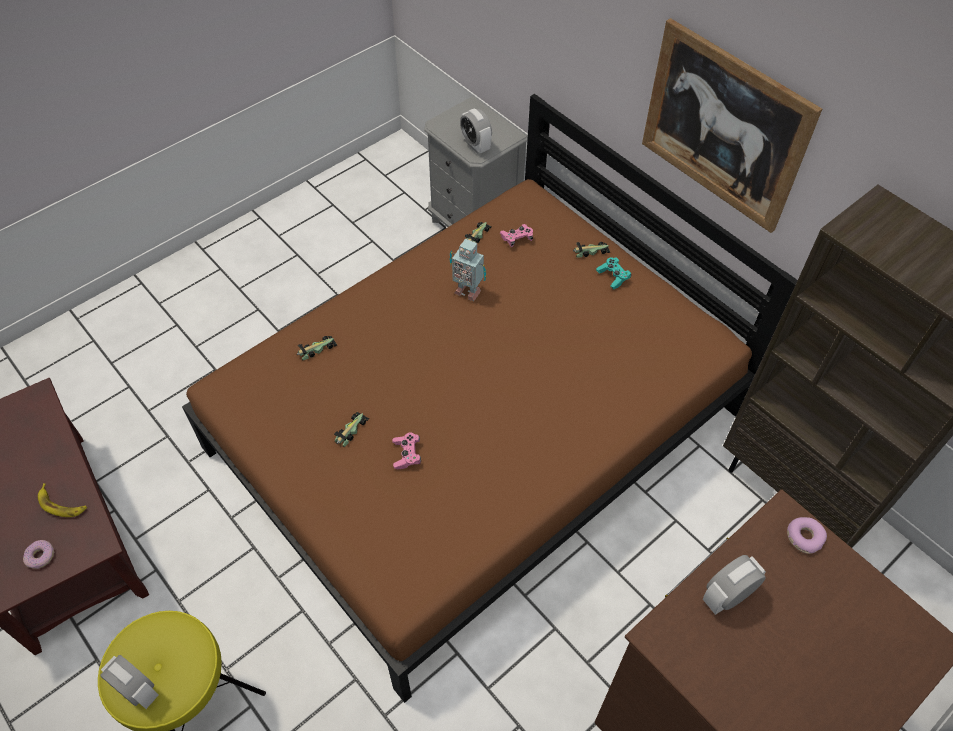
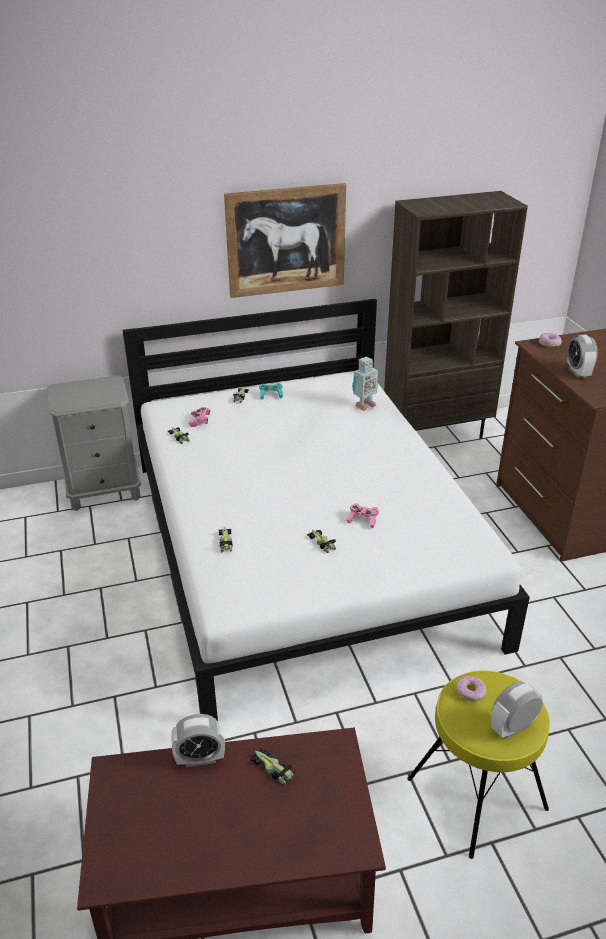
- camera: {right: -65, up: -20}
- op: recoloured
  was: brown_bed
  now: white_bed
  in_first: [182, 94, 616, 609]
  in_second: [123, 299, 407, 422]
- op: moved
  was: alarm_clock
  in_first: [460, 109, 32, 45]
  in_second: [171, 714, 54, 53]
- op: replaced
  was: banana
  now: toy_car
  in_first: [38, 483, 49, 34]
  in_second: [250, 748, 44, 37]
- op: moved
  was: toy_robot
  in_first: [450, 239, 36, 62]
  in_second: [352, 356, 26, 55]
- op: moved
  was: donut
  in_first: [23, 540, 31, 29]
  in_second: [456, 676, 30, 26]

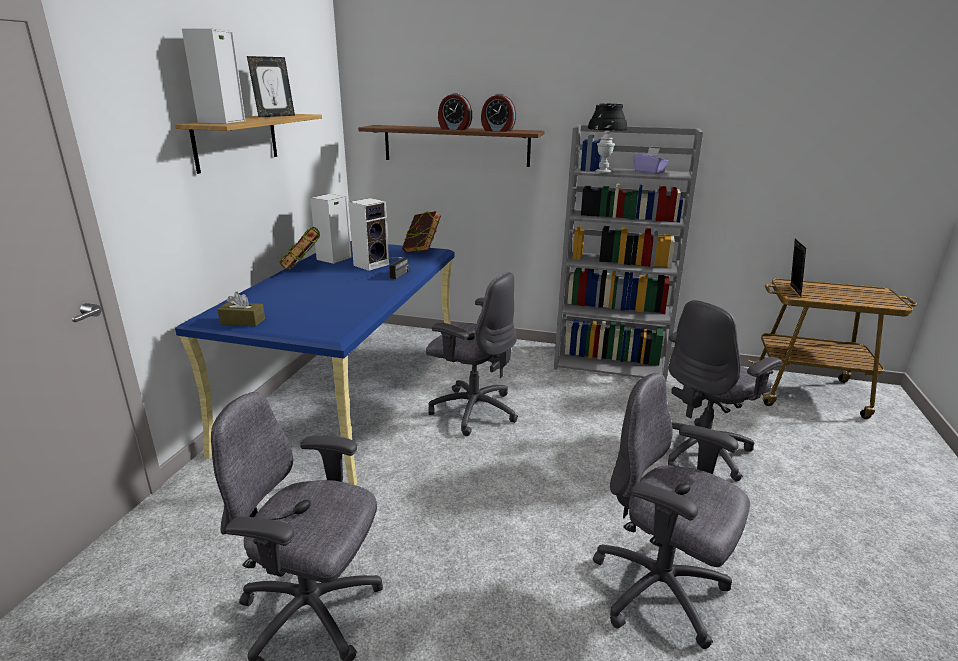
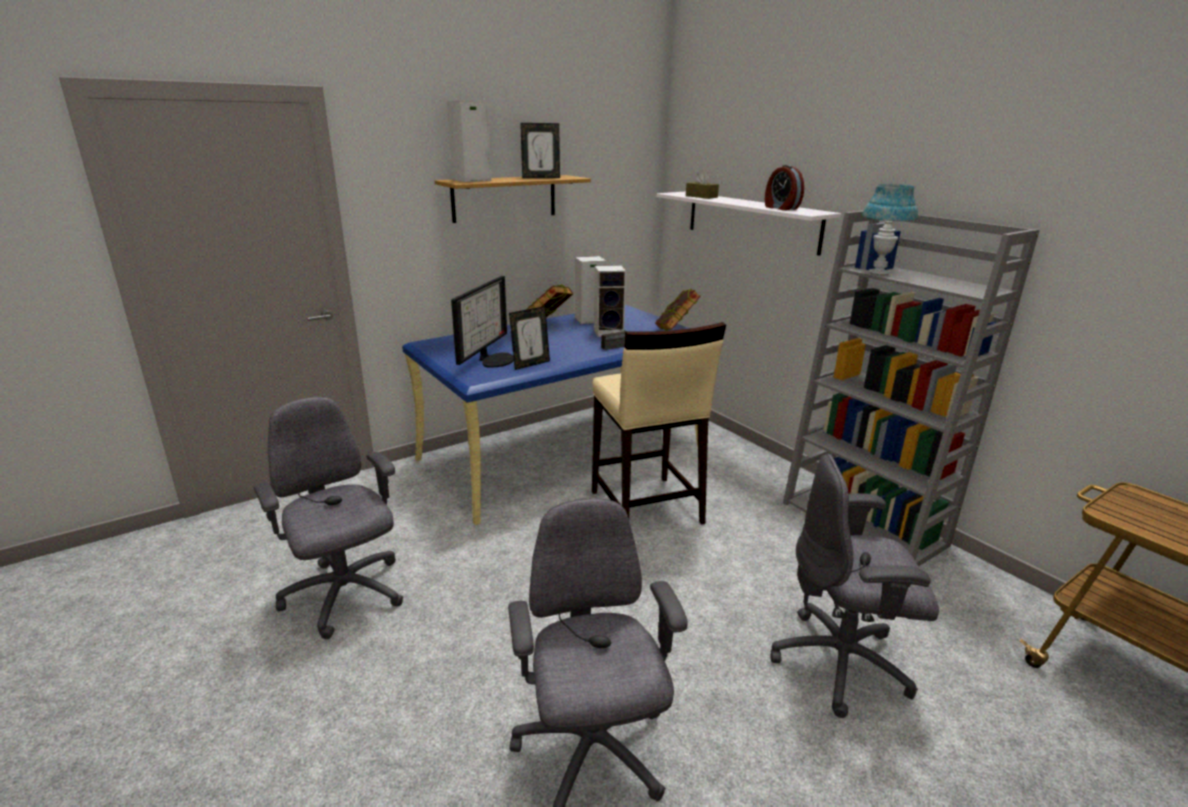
- camera: {right: 40, up: 0}
- op: added
  now: monitor
  in_second: [451, 276, 63, 92]
- op: moved
  was: picture_frame
  in_first: [791, 239, 15, 58]
  in_second: [509, 306, 41, 64]
- op: replaced
  was: grey_office_chair
  now: beige_stool
  in_first: [426, 272, 92, 164]
  in_second: [592, 322, 134, 203]
- op: recoloured
  was: brown_shelf
  now: white_shelf
  in_first: [358, 125, 187, 42]
  in_second: [657, 192, 184, 64]
- op: moved
  was: brown_tissue_box
  in_first: [217, 292, 48, 35]
  in_second: [686, 170, 33, 29]
- op: recoloured
  was: black_table_lamp
  now: blue_table_lamp
  in_first: [588, 104, 39, 69]
  in_second: [862, 184, 56, 91]
- op: removed
  was: alarm_clock
  in_first: [438, 93, 34, 37]
- op: removed
  was: purple_tissue_box
  in_first: [633, 147, 36, 27]

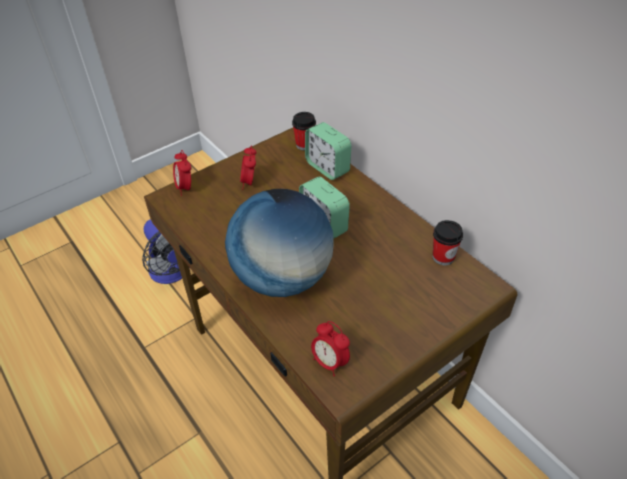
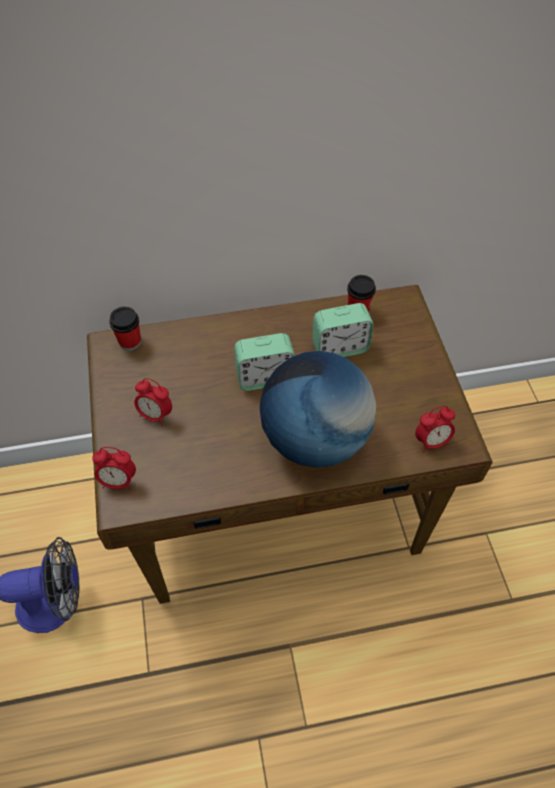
- camera: {right: -65, up: 10}
- op: moved
  was: alarm_clock
  in_first: [305, 122, 46, 58]
  in_second: [312, 303, 62, 54]

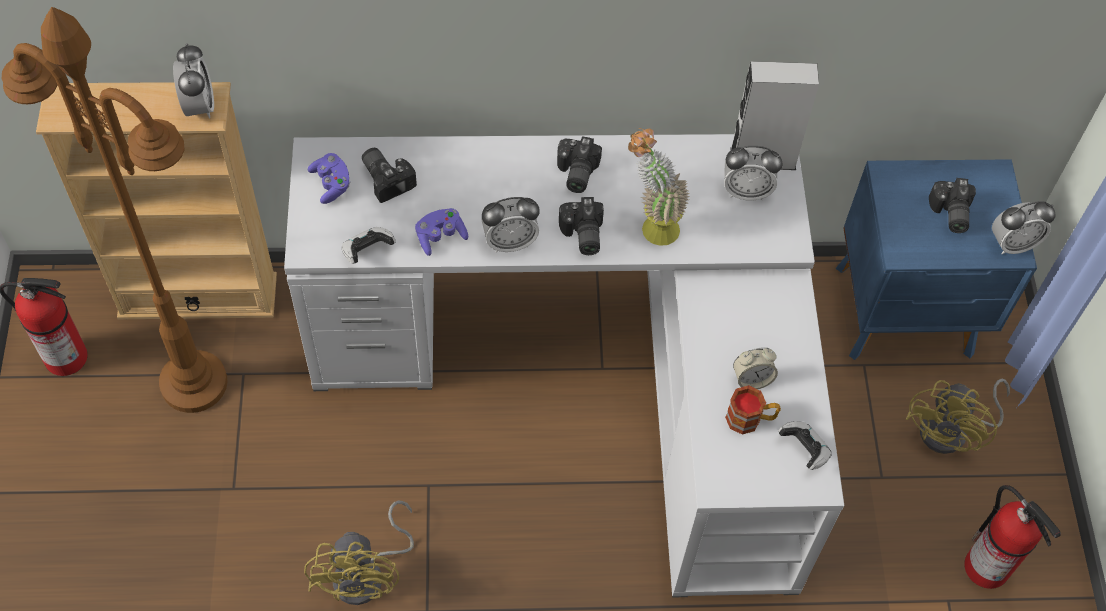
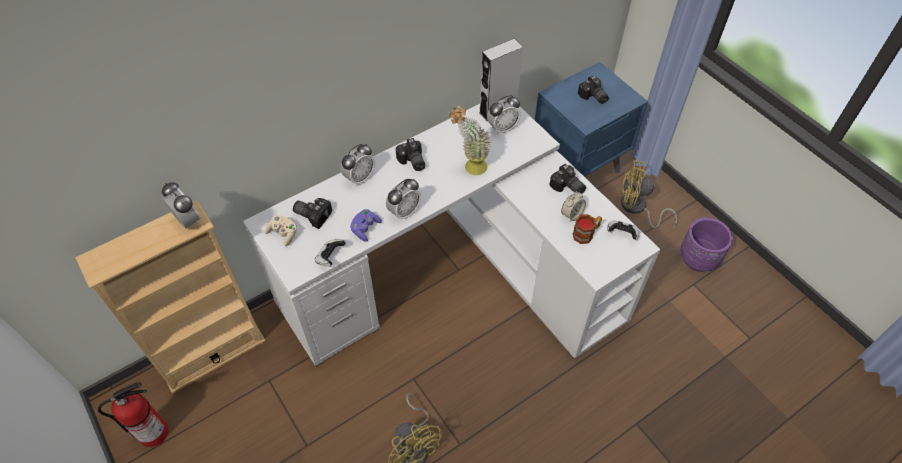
- camera: {right: -30, up: -5}
- op: recoloured
  was: purple_game_controller
  now: beige_game_controller
  in_first: [308, 153, 42, 51]
  in_second: [265, 215, 32, 31]
- op: moved
  was: alarm_clock
  in_first: [992, 201, 64, 53]
  in_second: [340, 144, 35, 42]
- op: moved
  was: photo_camera
  in_first: [559, 197, 45, 58]
  in_second: [549, 164, 37, 30]
- op: turned
  was: yellow_fan
  in_first: [906, 379, 104, 75]
  in_second: [621, 160, 57, 68]
  clockwise: 105
- op: replaced
  was: fire_extinguisher
  now: purple_planter
  in_first: [964, 485, 97, 104]
  in_second: [680, 218, 53, 54]
- op: removed
  was: brown_floor_lamp
  in_first: [2, 7, 226, 406]

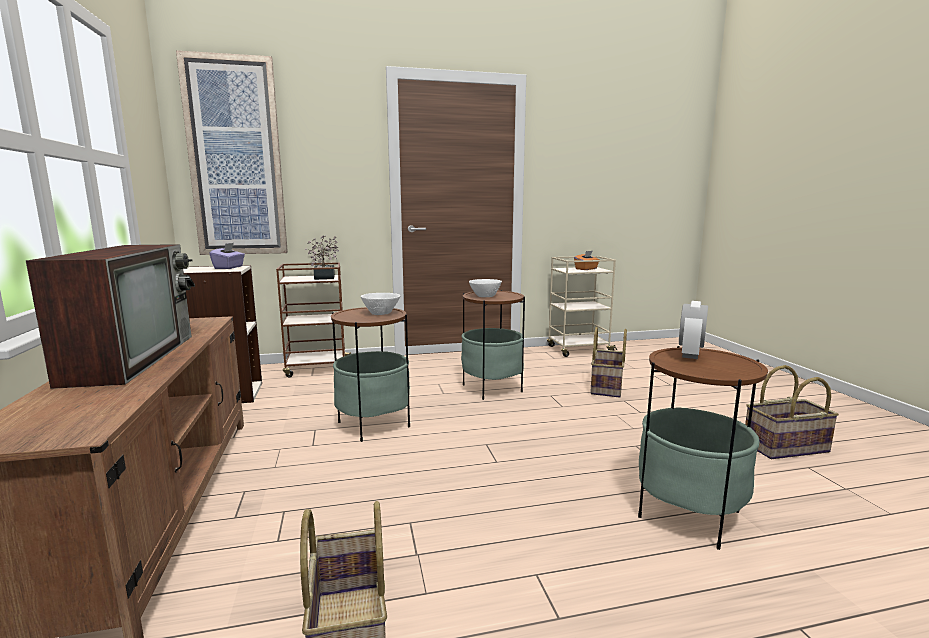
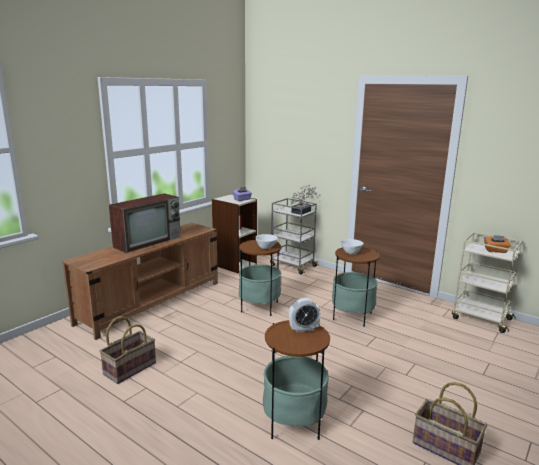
- camera: {right: 50, up: 5}
- op: recoloured
  was: brown_cart
  now: grey_cart
  in_first: [276, 262, 75, 116]
  in_second: [270, 198, 49, 76]
- op: removed
  was: picture
  in_first: [176, 50, 112, 205]
- op: removed
  was: basket
  in_first: [590, 327, 37, 70]

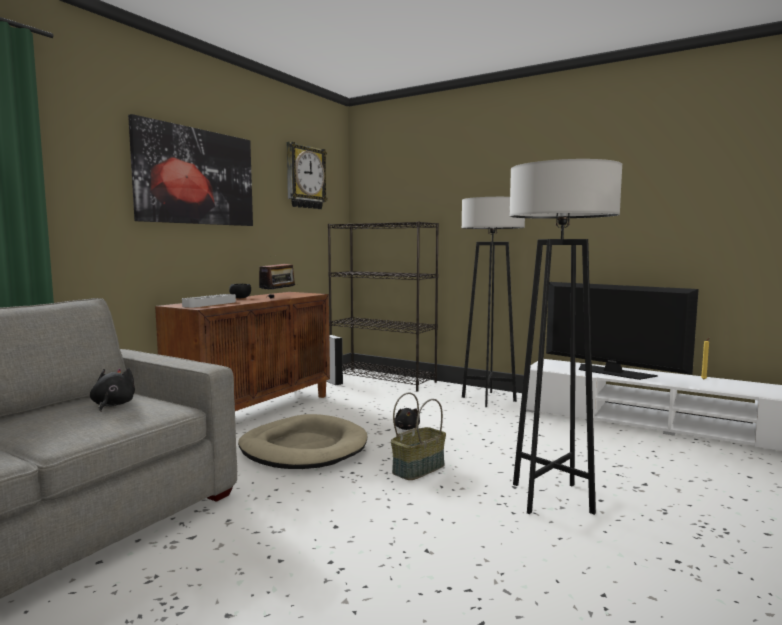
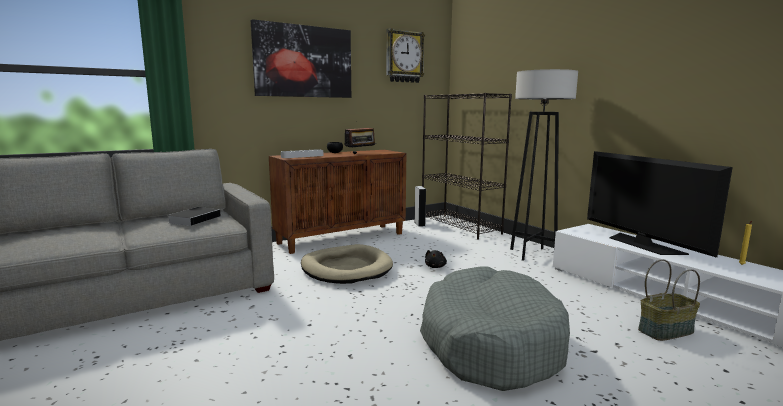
- camera: {right: 25, up: 5}
- op: replaced
  was: black_plush_toy
  now: book
  in_first: [90, 368, 45, 44]
  in_second: [167, 207, 54, 19]
- op: replaced
  was: grey_floor_lamp
  now: grey_dog_bed
  in_first: [510, 159, 112, 356]
  in_second: [420, 266, 150, 125]
- op: moved
  was: basket
  in_first: [391, 392, 55, 88]
  in_second: [638, 259, 62, 82]

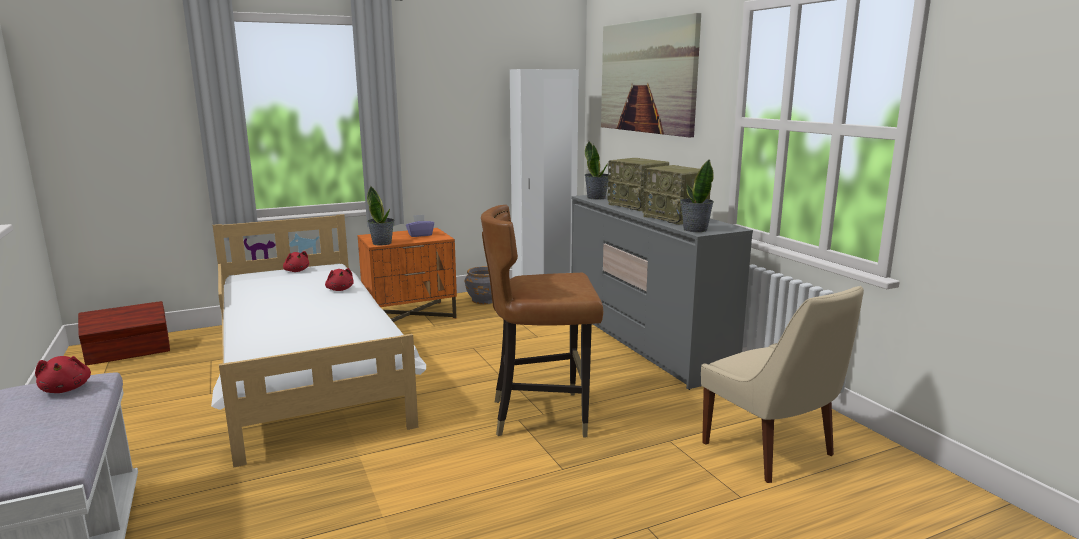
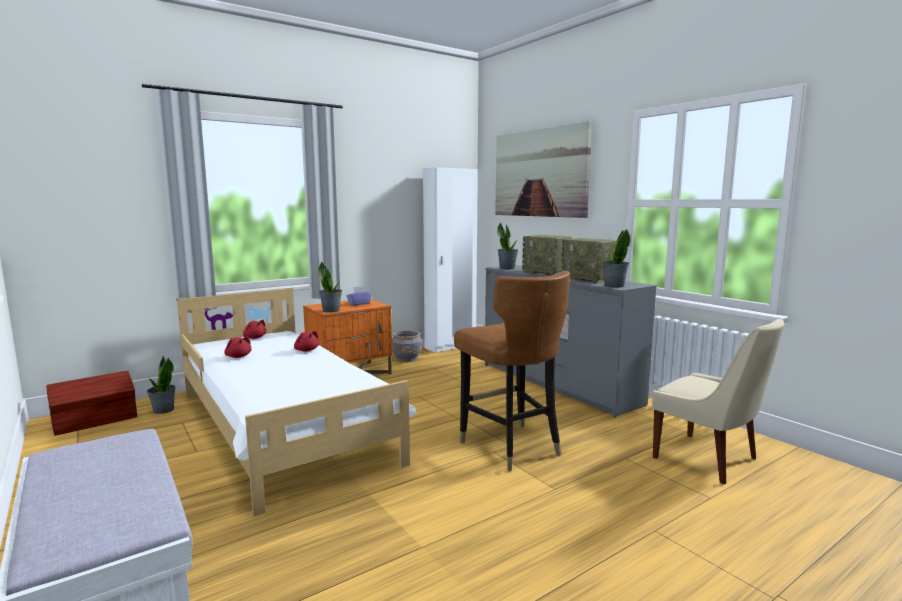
- camera: {right: -10, up: -5}
- op: added
  now: potted_plant
  in_second: [147, 356, 28, 58]
- op: moved
  was: red_plush_toy
  in_first: [35, 356, 56, 37]
  in_second: [224, 336, 28, 22]
- op: turned
  was: brown_chair
  in_first: [481, 205, 122, 232]
  in_second: [454, 271, 116, 200]
  clockwise: -105

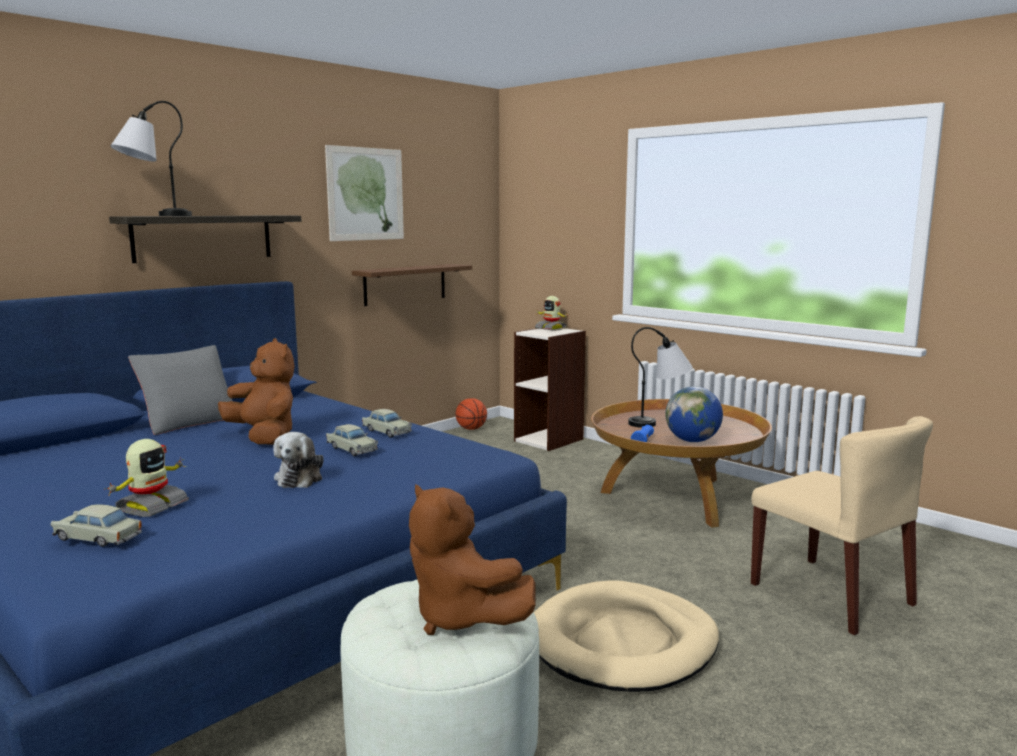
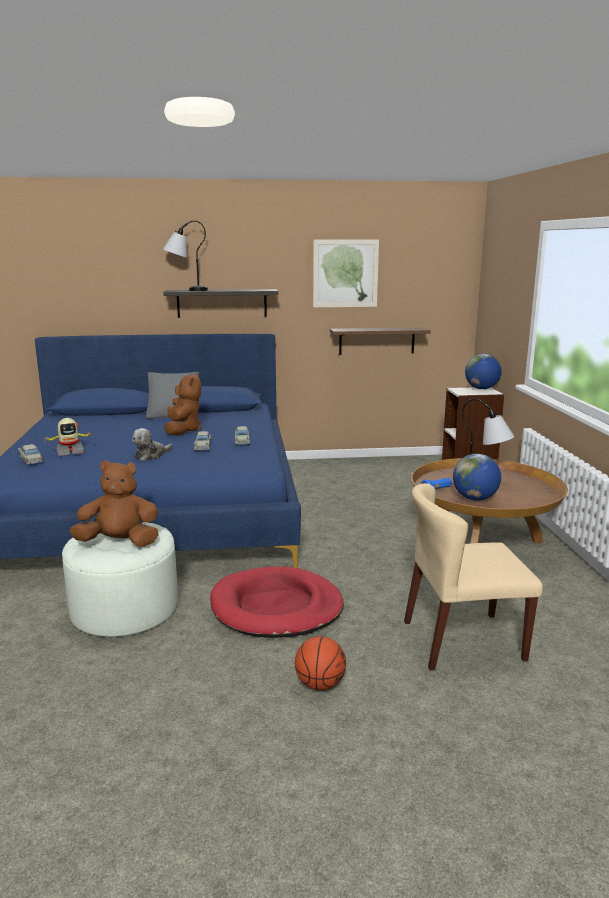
- camera: {right: 40, up: 5}
- op: turned
  was: brown_plush_toy
  in_first: [409, 484, 127, 151]
  in_second: [69, 460, 90, 87]
  clockwise: 90
- op: recoloured
  was: beige_dog_bed
  now: red_dog_bed
  in_first: [534, 580, 185, 112]
  in_second: [210, 566, 134, 72]
- op: moved
  was: basketball
  in_first: [456, 398, 31, 32]
  in_second: [295, 636, 51, 54]
- op: turned
  was: beige_chair
  in_first: [751, 416, 182, 219]
  in_second: [404, 483, 139, 187]
  clockwise: 75
- op: replaced
  was: toy_robot
  now: globe
  in_first: [535, 296, 33, 35]
  in_second: [465, 354, 37, 35]

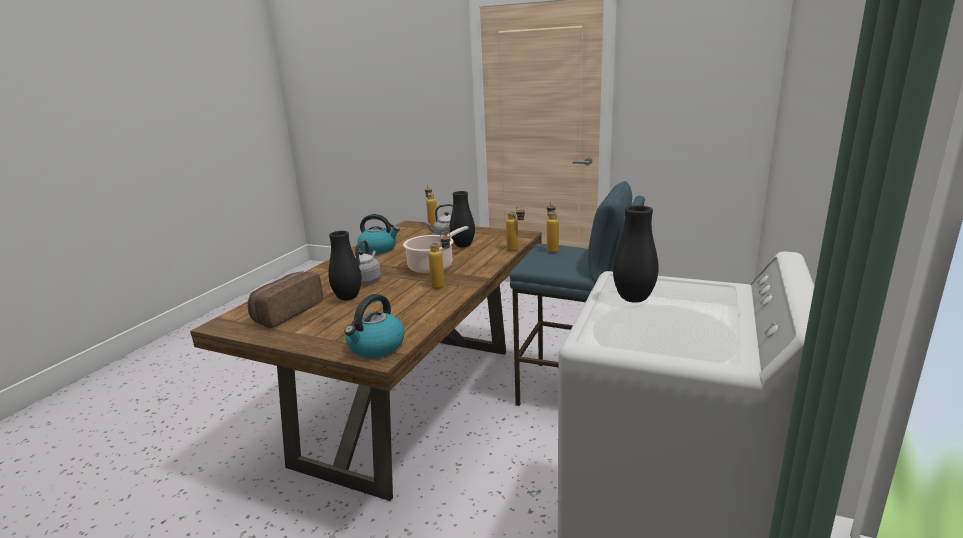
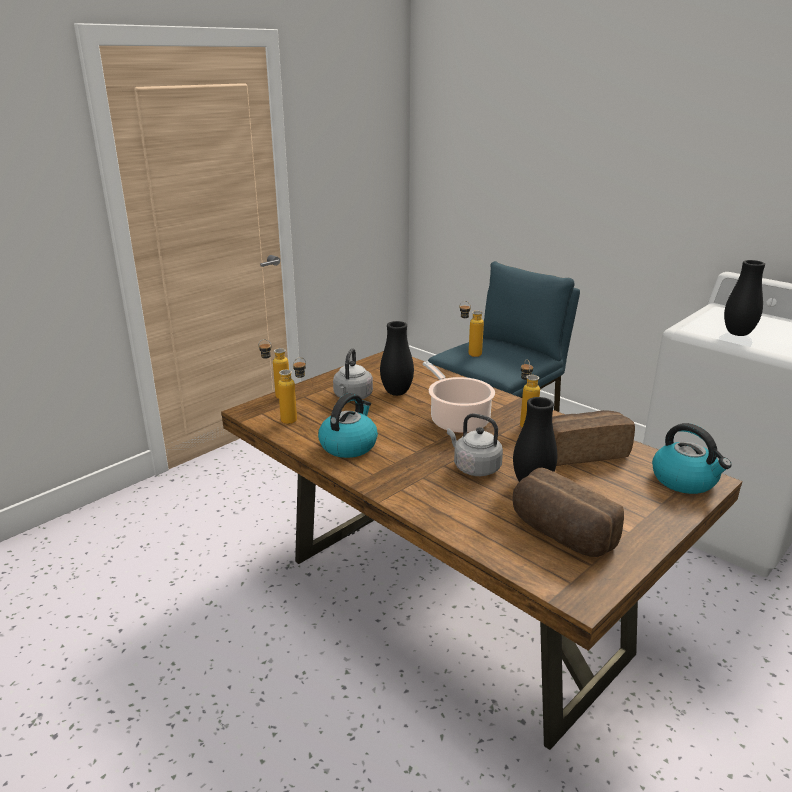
- camera: {right: -70, up: 5}
- op: moved
  was: bottle
  in_first: [506, 205, 19, 46]
  in_second: [278, 357, 28, 67]
- op: added
  now: bread
  in_second: [552, 410, 83, 56]

